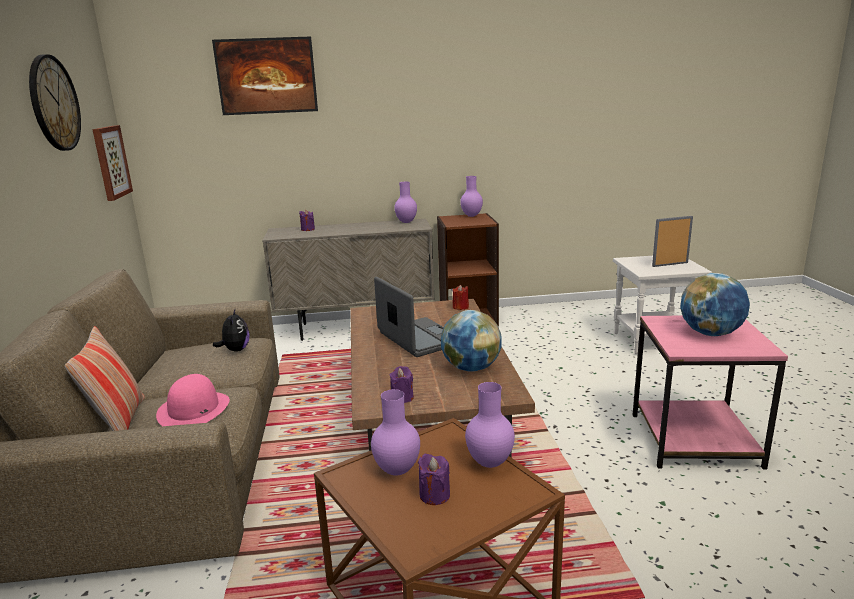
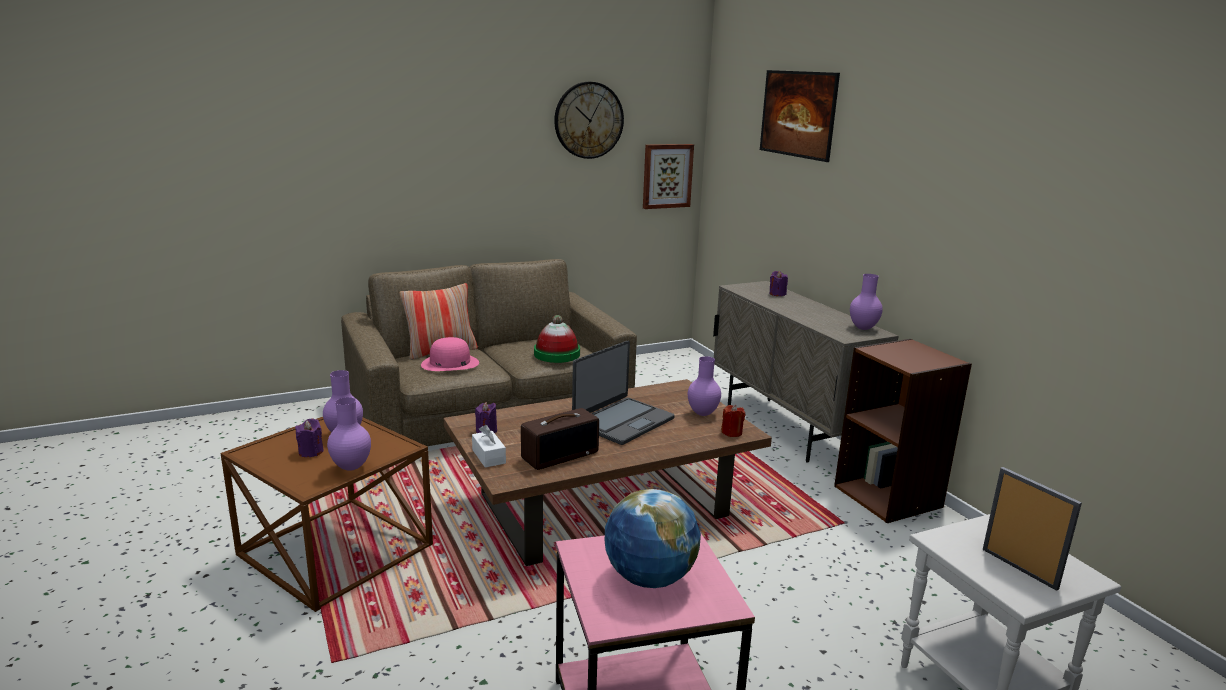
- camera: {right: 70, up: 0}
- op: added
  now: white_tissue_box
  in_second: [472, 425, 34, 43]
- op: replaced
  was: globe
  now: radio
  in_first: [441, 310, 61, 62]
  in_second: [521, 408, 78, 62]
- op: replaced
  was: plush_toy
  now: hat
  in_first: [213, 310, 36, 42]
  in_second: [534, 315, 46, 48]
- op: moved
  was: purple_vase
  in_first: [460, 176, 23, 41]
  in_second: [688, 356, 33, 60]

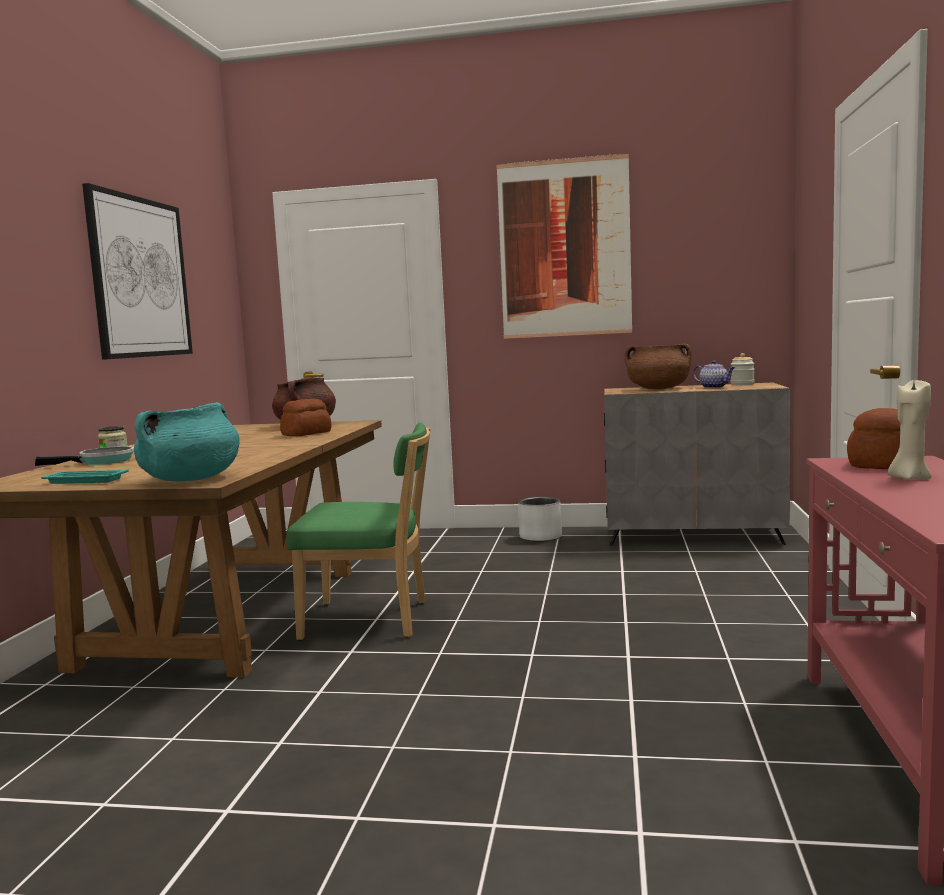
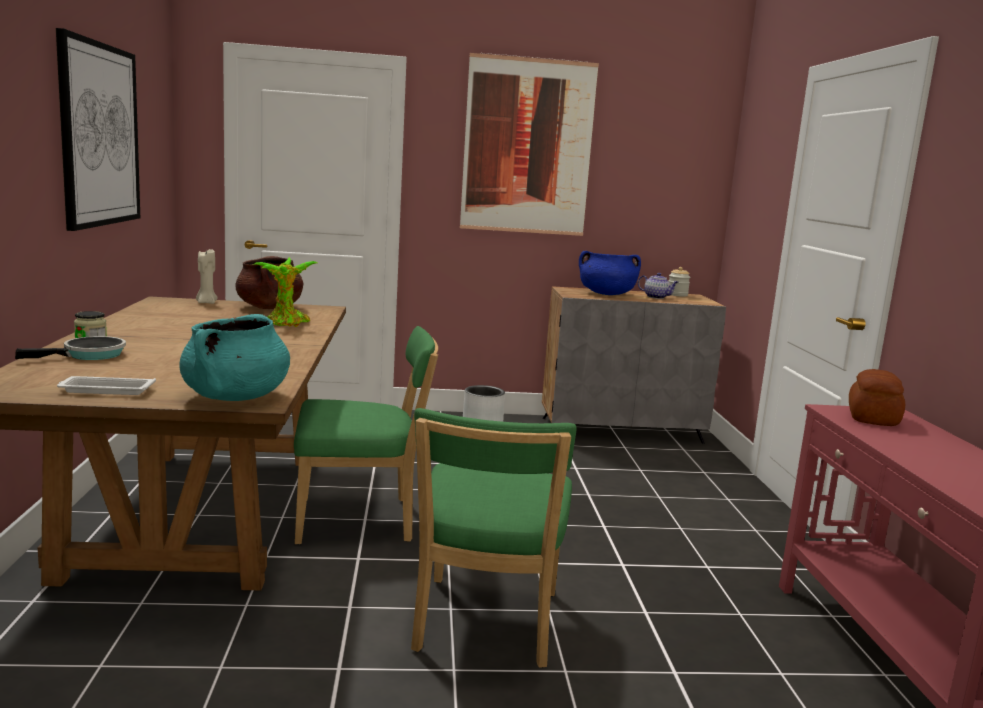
- camera: {right: -15, up: 5}
- op: recoloured
  was: turquoise_tray
  now: white_tray
  in_first: [41, 469, 88, 15]
  in_second: [57, 376, 99, 19]
- op: moved
  was: beige_candle
  in_first: [888, 380, 43, 100]
  in_second: [196, 249, 22, 55]
- op: replaced
  was: bread
  now: potted_plant
  in_first: [280, 398, 51, 38]
  in_second: [253, 257, 65, 70]
- op: added
  now: green_chair
  in_second: [411, 408, 166, 260]
- op: recoloured
  was: brown_cooking_pot
  now: blue_cooking_pot
  in_first: [625, 344, 67, 46]
  in_second: [579, 251, 62, 44]

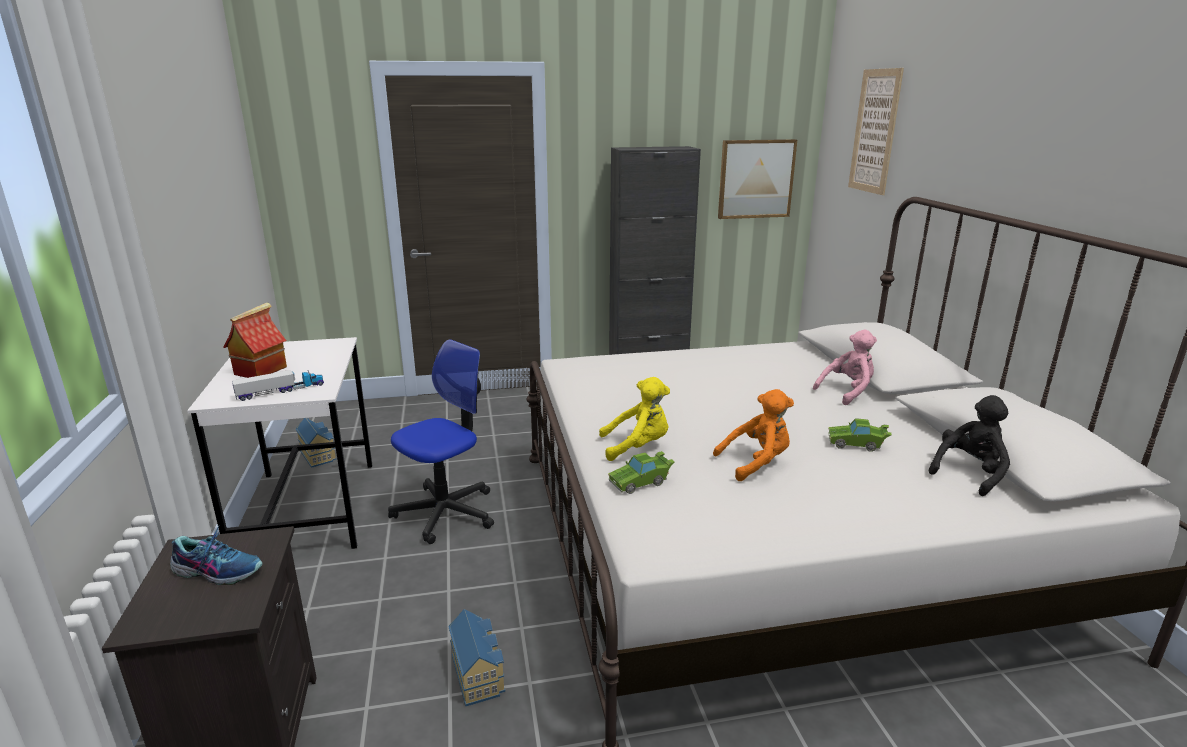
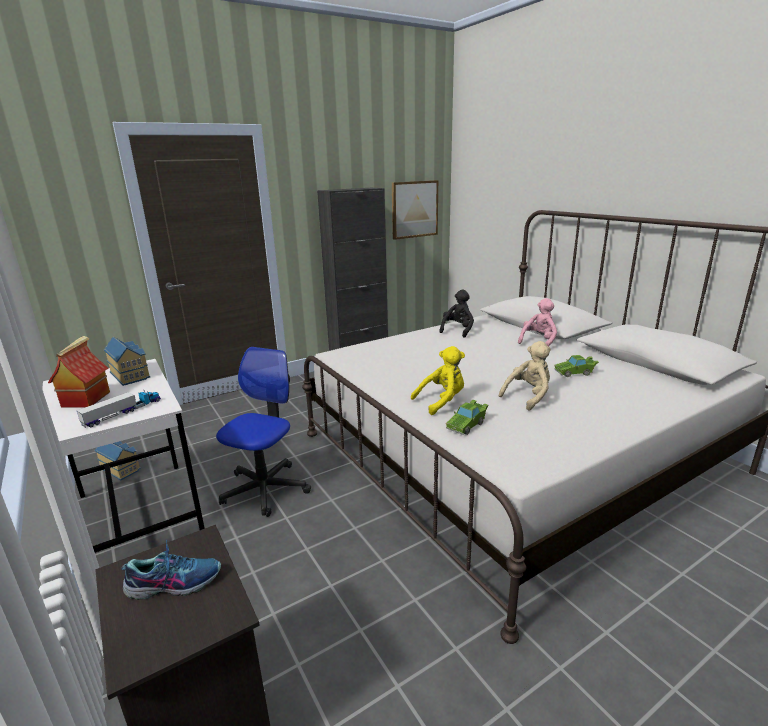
- camera: {right: -20, up: 0}
- op: moved
  was: toy_house
  in_first: [448, 609, 57, 97]
  in_second: [104, 337, 46, 49]
- op: moved
  was: black_plush_toy
  in_first: [928, 395, 82, 101]
  in_second: [439, 290, 35, 48]
- op: recoloured
  was: orange_plush_toy
  now: beige_plush_toy
  in_first: [713, 389, 81, 92]
  in_second: [499, 341, 52, 70]
- op: removed
  was: picture
  in_first: [848, 68, 56, 127]

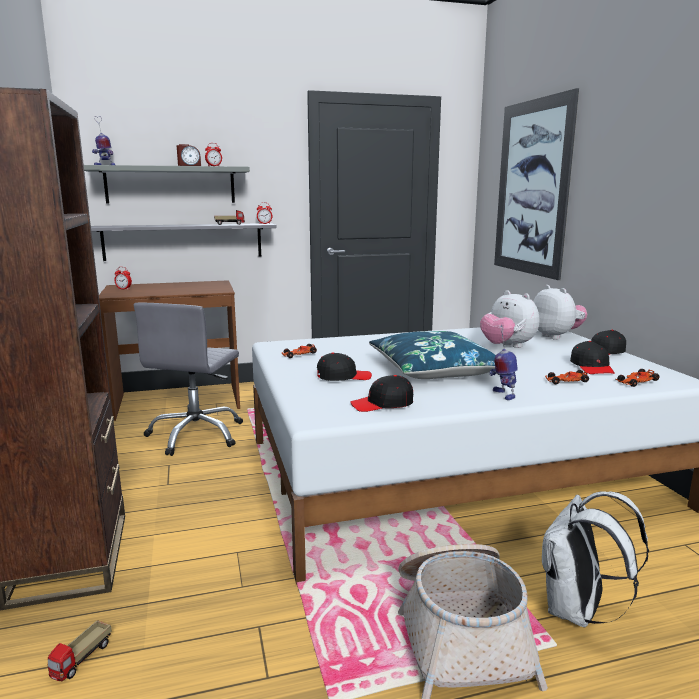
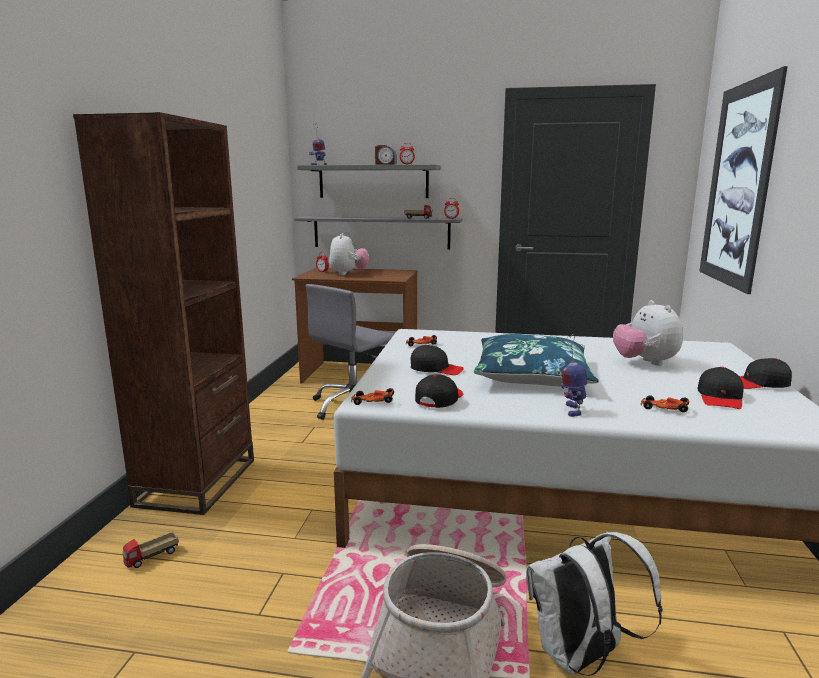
- camera: {right: 25, up: 0}
- op: moved
  was: plush_toy
  in_first: [533, 285, 54, 55]
  in_second: [329, 233, 40, 42]
- op: moved
  was: toy_car
  in_first: [616, 369, 44, 18]
  in_second: [351, 388, 43, 17]
- op: turned
  was: black_cap
  in_first: [350, 375, 63, 37]
  in_second: [415, 374, 48, 34]
  clockwise: 105

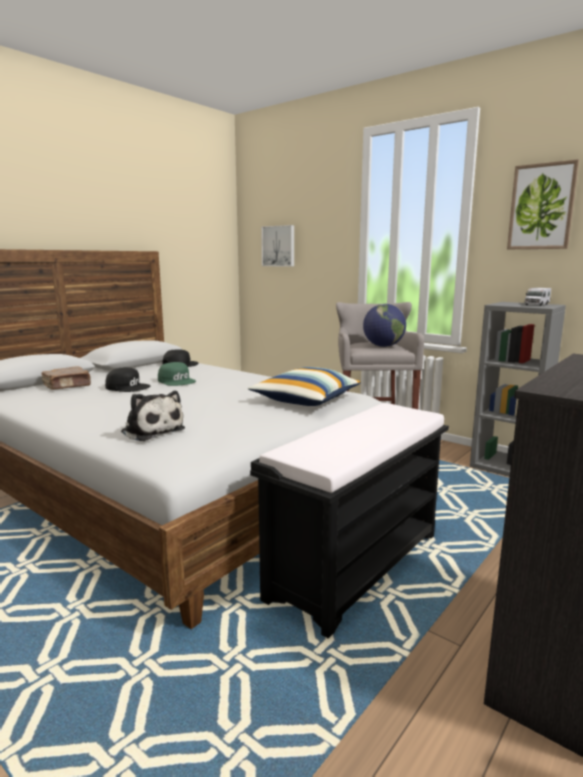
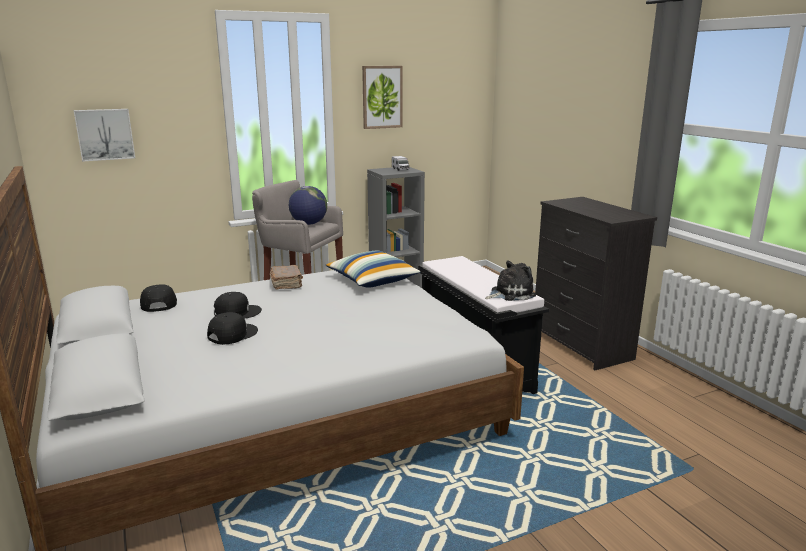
- camera: {right: -65, up: 5}
- op: recoloured
  was: green_cap
  now: black_cap
  in_first: [158, 362, 38, 24]
  in_second: [214, 292, 48, 26]
- op: moved
  was: brown_book
  in_first: [41, 366, 50, 24]
  in_second: [270, 265, 33, 24]
- op: moved
  was: plush_toy
  in_first: [121, 391, 64, 50]
  in_second: [485, 260, 51, 41]

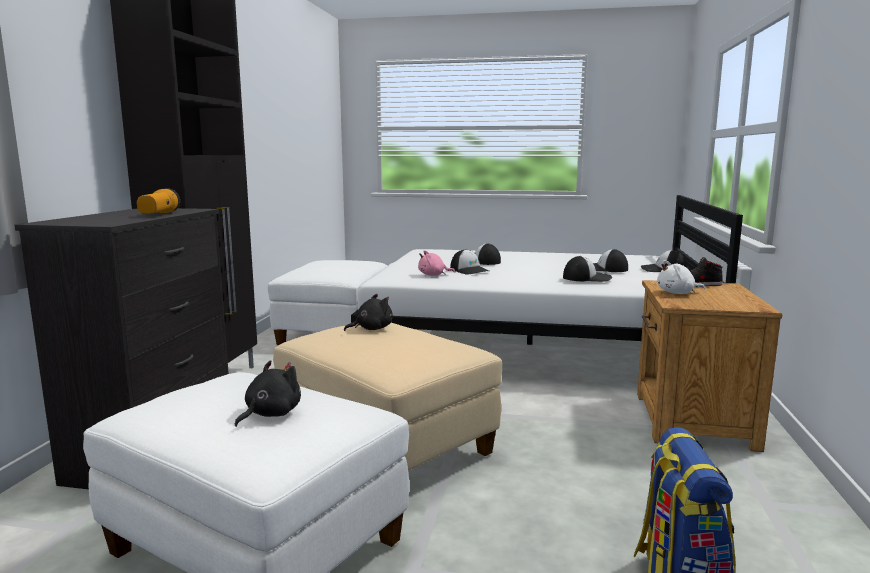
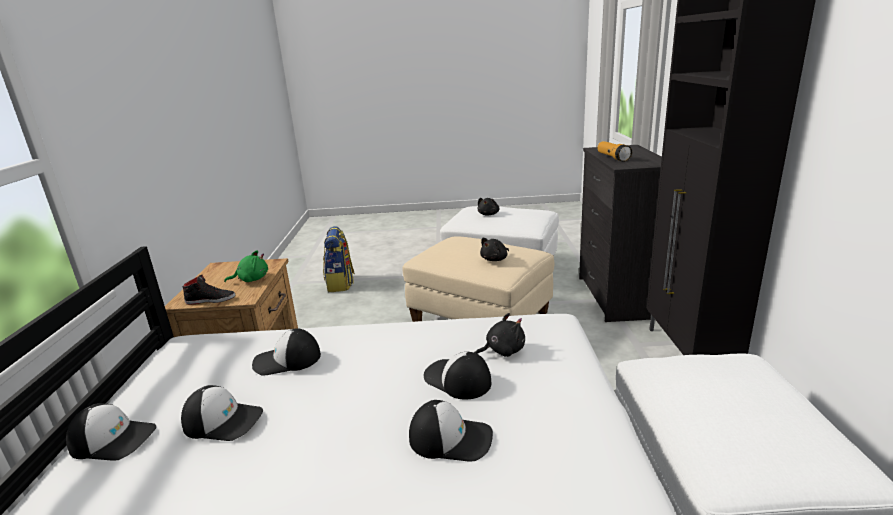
- camera: {right: 170, up: 10}
- op: recoloured
  was: white_plush_toy
  now: green_plush_toy
  in_first: [657, 260, 48, 34]
  in_second: [224, 250, 44, 32]
- op: recoloured
  was: pink_plush_toy
  now: black_plush_toy
  in_first: [418, 250, 37, 26]
  in_second: [474, 313, 51, 44]

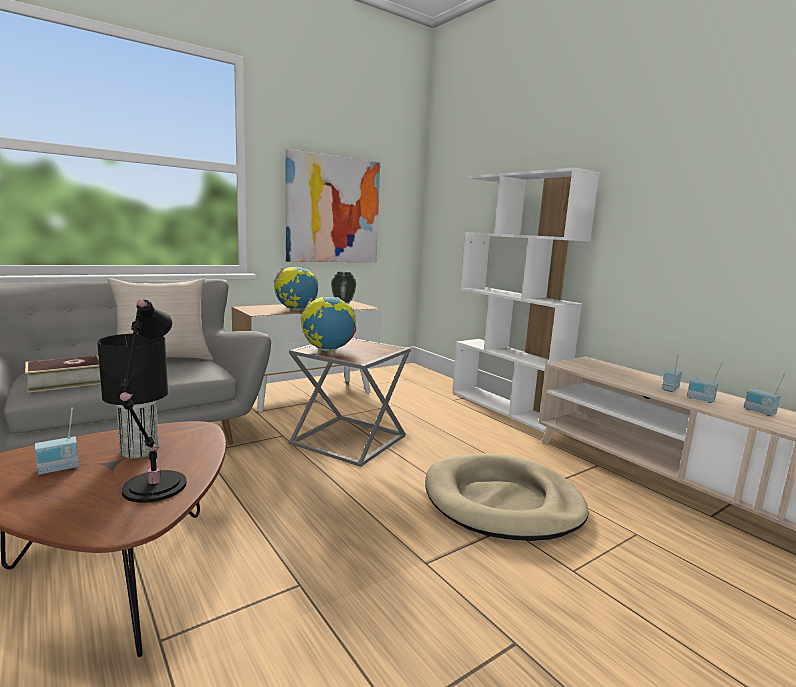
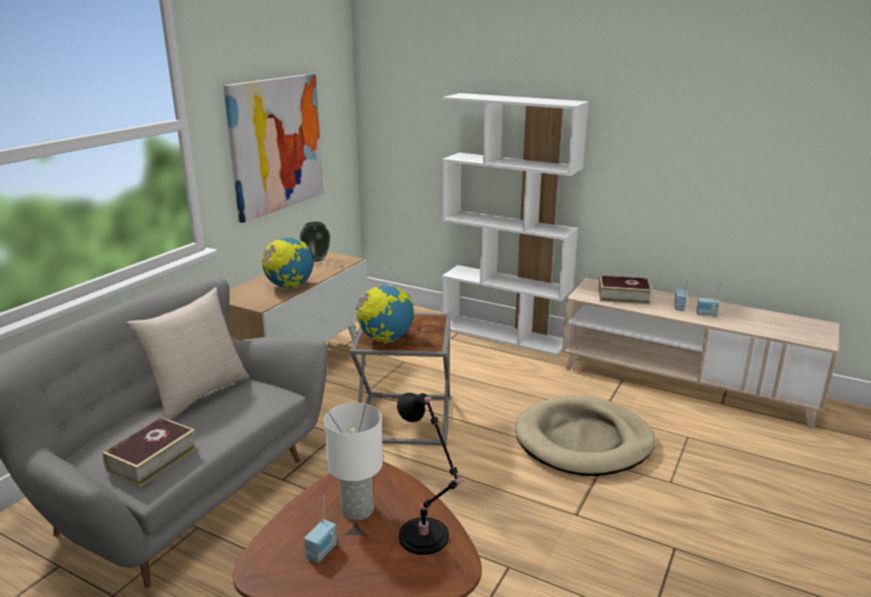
- camera: {right: -25, up: 10}
- op: recoloured
  was: black_table_lamp
  now: white_table_lamp
  in_first: [97, 333, 71, 126]
  in_second: [324, 403, 59, 117]
- op: added
  now: book
  in_second: [598, 275, 54, 30]
- op: removed
  was: radio
  in_first: [744, 373, 41, 43]

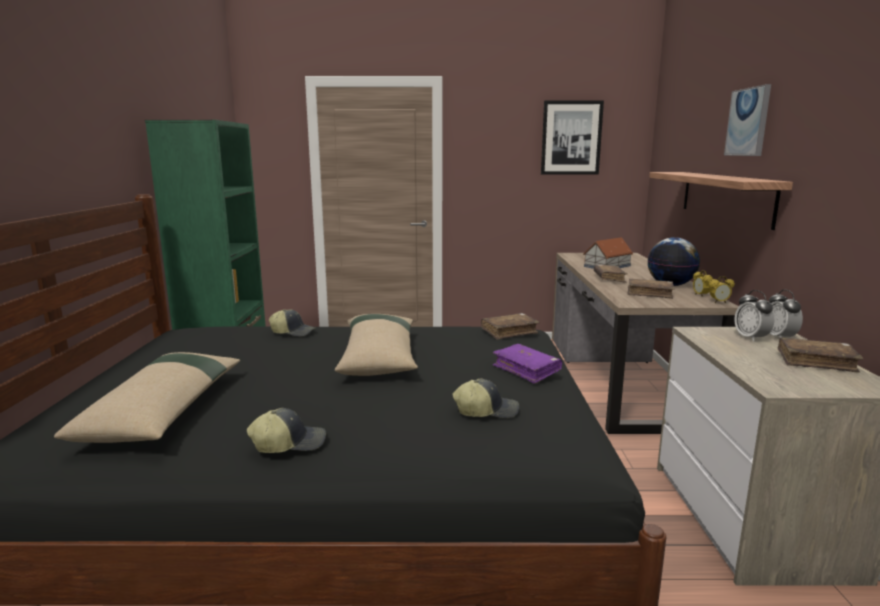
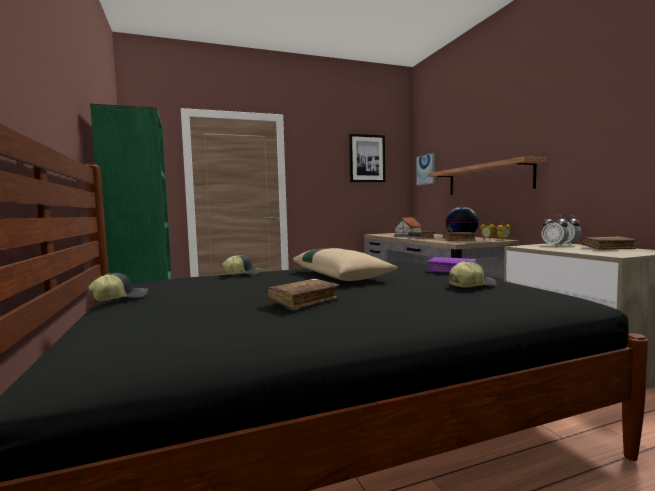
- camera: {right: -20, up: -10}
- op: moved
  was: cap
  in_first: [247, 408, 79, 45]
  in_second: [88, 273, 60, 28]
- op: moved
  was: brown_book
  in_first: [481, 313, 59, 27]
  in_second: [266, 279, 74, 32]
- op: moved
  was: picture
  in_first: [724, 84, 47, 72]
  in_second: [416, 153, 19, 33]
- op: removed
  was: beige_pillow
  in_first: [54, 352, 186, 91]

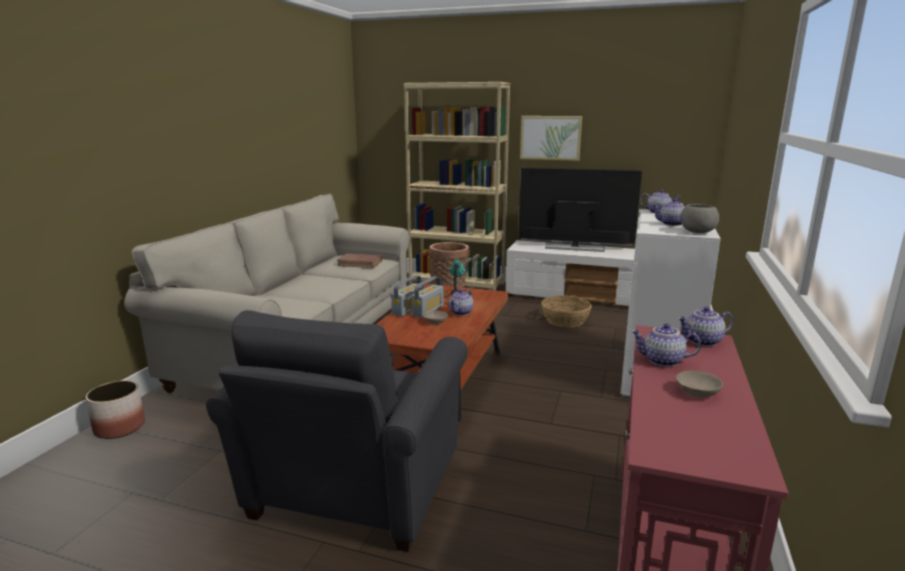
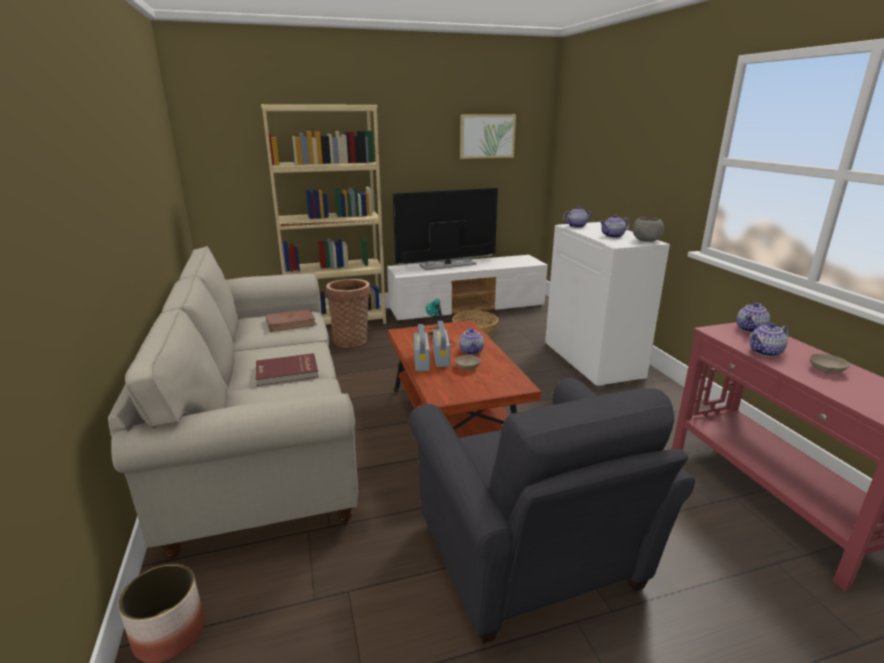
- camera: {right: -35, up: 5}
- op: added
  now: red_book
  in_second: [256, 353, 63, 33]
- op: moved
  was: picture
  in_first: [520, 116, 62, 45]
  in_second: [460, 114, 56, 45]

